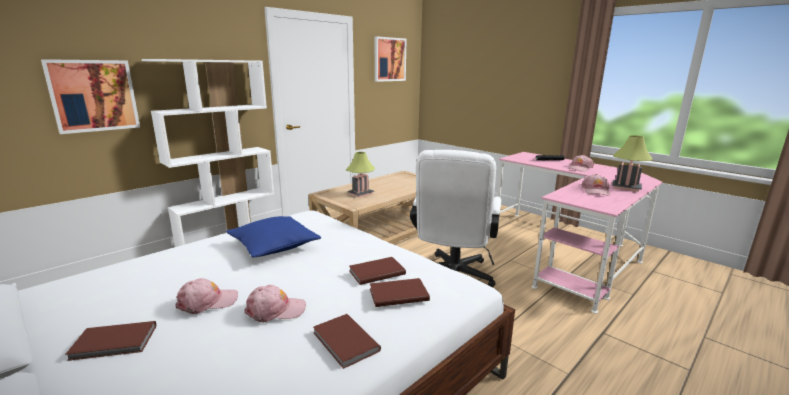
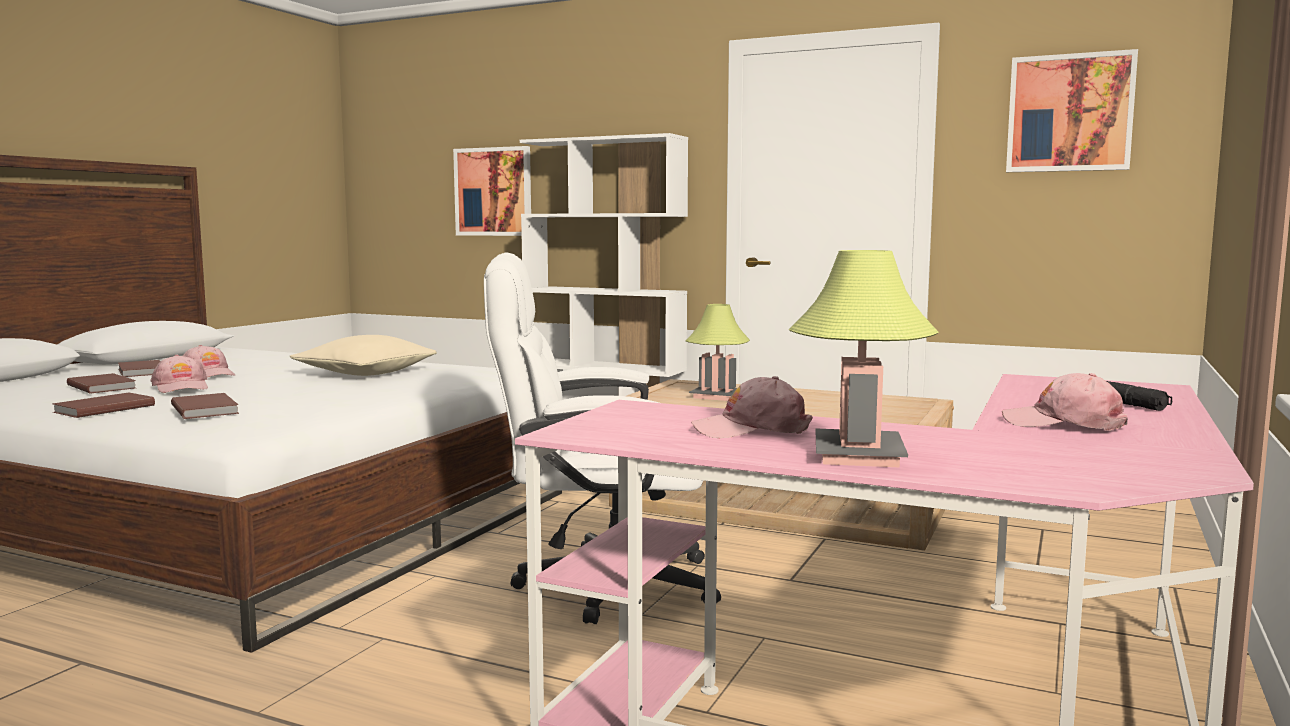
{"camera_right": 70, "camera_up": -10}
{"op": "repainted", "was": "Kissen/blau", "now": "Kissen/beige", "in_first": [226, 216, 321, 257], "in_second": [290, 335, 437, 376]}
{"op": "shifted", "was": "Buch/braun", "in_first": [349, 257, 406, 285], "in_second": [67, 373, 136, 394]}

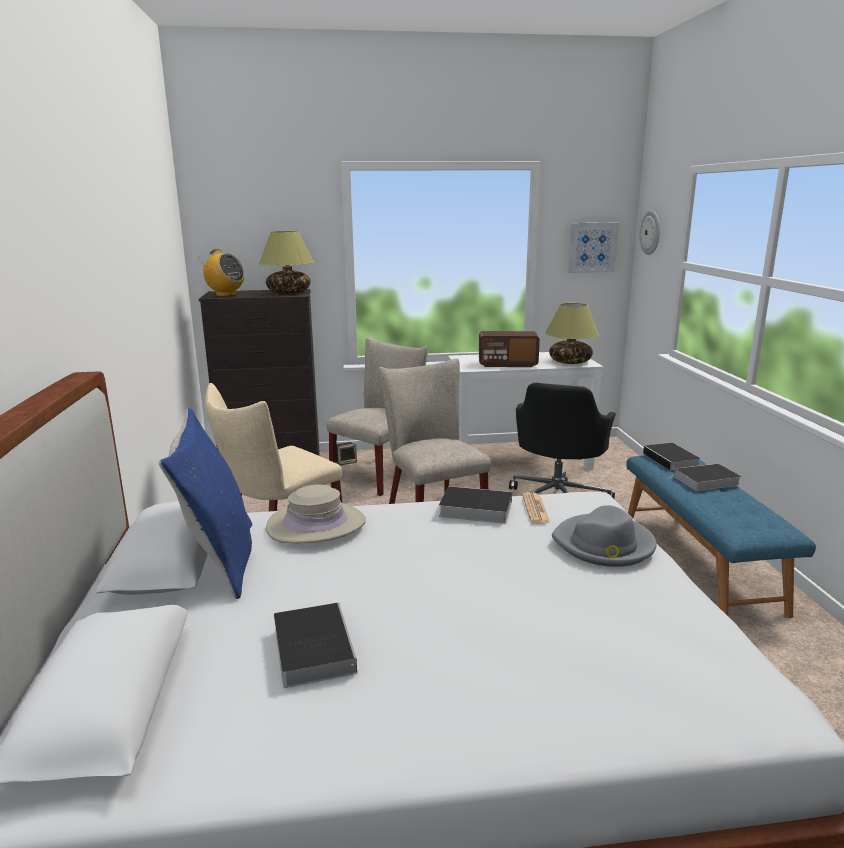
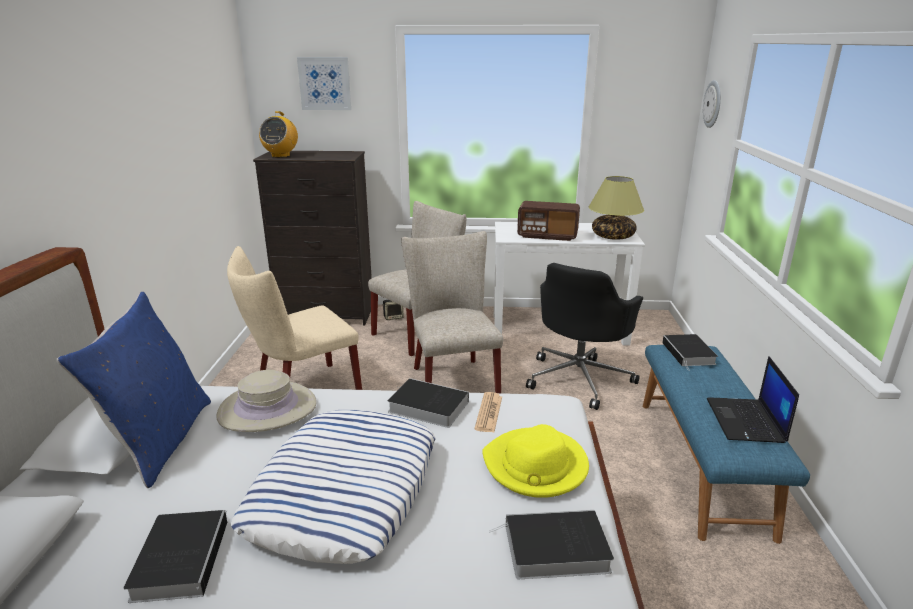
{"camera_right": 10, "camera_up": 5}
{"op": "rotated", "was": "Radio", "in_first": [201, 248, 245, 296], "in_second": [259, 111, 298, 158], "clockwise": 60}
{"op": "gone", "was": "Tischlampe", "in_first": [259, 231, 314, 294]}
{"op": "repainted", "was": "Hut/grau", "now": "Hut/gelb", "in_first": [552, 505, 657, 567], "in_second": [482, 424, 589, 498]}
{"op": "shifted", "was": "Bild", "in_first": [568, 223, 619, 273], "in_second": [297, 57, 351, 110]}
{"op": "shifted", "was": "Buch", "in_first": [668, 464, 741, 491], "in_second": [489, 510, 614, 579]}
{"op": "new", "now": "Kissen", "in_second": [231, 410, 436, 564]}
{"op": "new", "now": "Laptop", "in_second": [707, 356, 799, 443]}

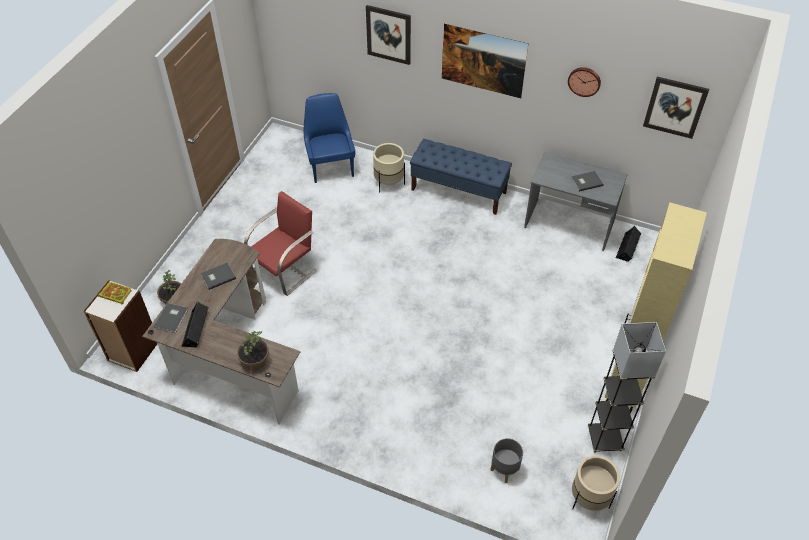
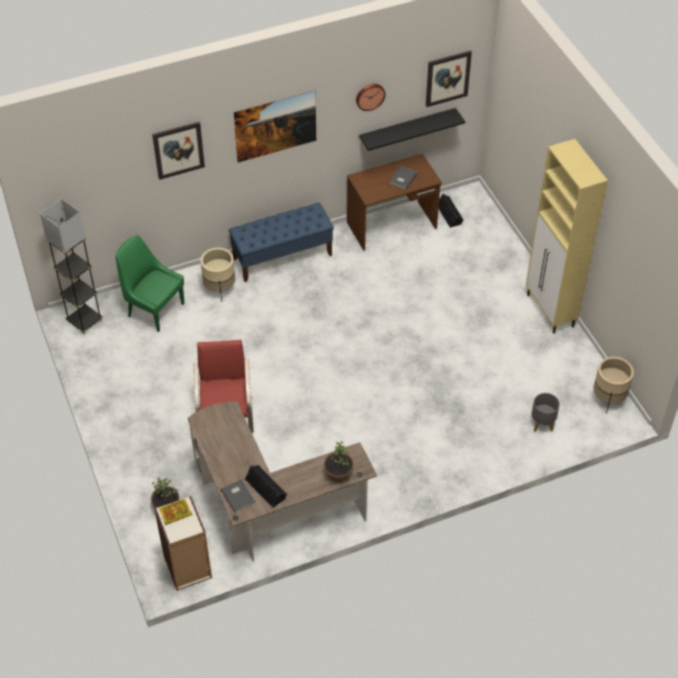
{"camera_right": -45, "camera_up": 0}
{"op": "gone", "was": "Buch/grau", "in_first": [201, 263, 236, 290]}
{"op": "repainted", "was": "Stuhl/blau", "now": "Stuhl/grün", "in_first": [304, 93, 355, 183], "in_second": [115, 235, 184, 332]}
{"op": "repainted", "was": "Schreibtisch/grau", "now": "Schreibtisch/braun", "in_first": [524, 152, 628, 251], "in_second": [347, 153, 442, 251]}
{"op": "shifted", "was": "Stehlampe/grau", "in_first": [588, 322, 666, 453], "in_second": [40, 199, 103, 334]}
{"op": "new", "now": "Wandregal/schwarz", "in_second": [359, 108, 465, 151]}

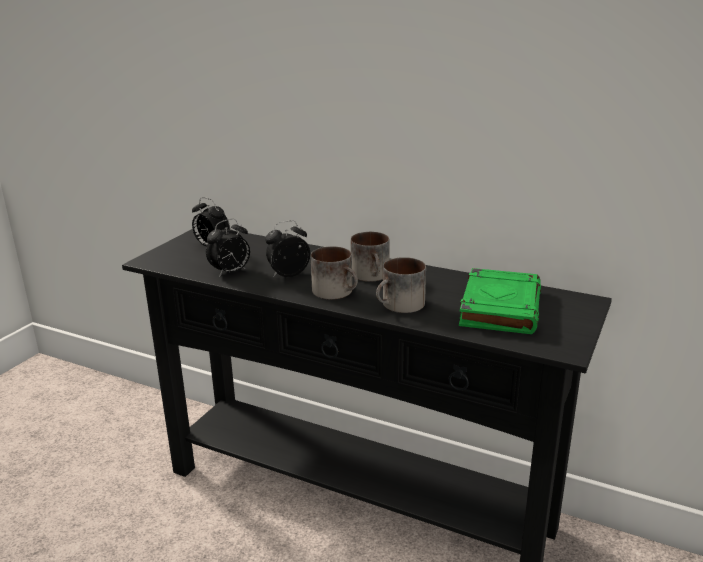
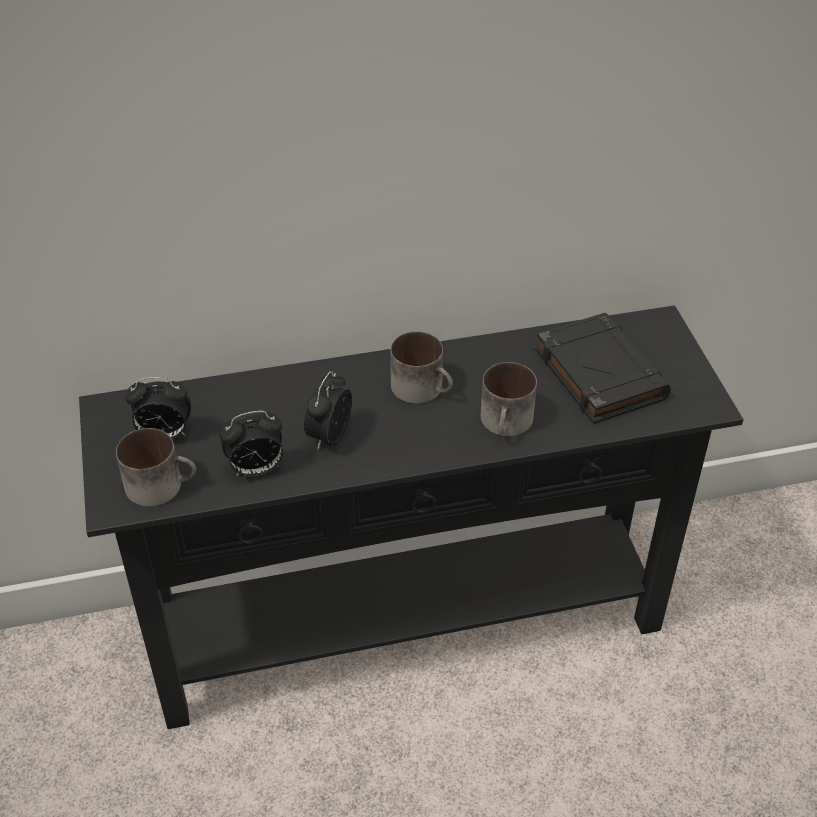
{"camera_right": -40, "camera_up": 20}
{"op": "rotated", "was": "Wecker", "in_first": [206, 219, 250, 277], "in_second": [219, 411, 283, 476], "clockwise": 60}
{"op": "shifted", "was": "Henkelbecher", "in_first": [311, 246, 358, 299], "in_second": [116, 428, 196, 507]}
{"op": "repainted", "was": "Buch/grün", "now": "Buch/schwarz", "in_first": [459, 268, 541, 334], "in_second": [535, 313, 671, 424]}

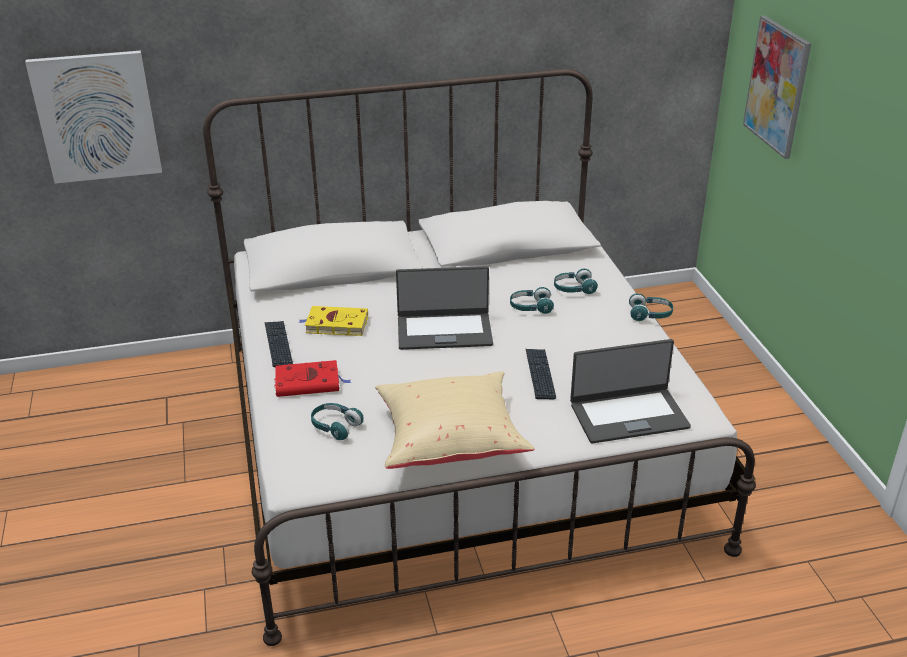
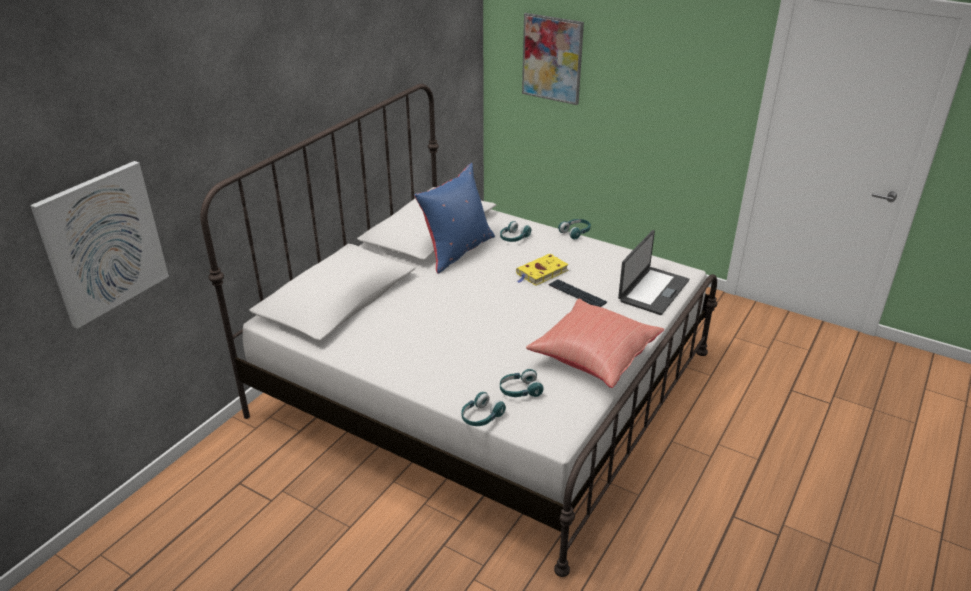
{"camera_right": -45, "camera_up": 0}
{"op": "gone", "was": "Tastatur", "in_first": [264, 321, 293, 367]}
{"op": "gone", "was": "Buch/rot", "in_first": [274, 360, 351, 397]}
{"op": "shifted", "was": "Buch/gelb", "in_first": [298, 306, 368, 336], "in_second": [516, 254, 569, 286]}
{"op": "repainted", "was": "Kissen/beige", "now": "Kissen/rot", "in_first": [375, 371, 534, 469], "in_second": [526, 298, 664, 388]}
{"op": "gone", "was": "Laptop", "in_first": [396, 266, 493, 350]}
{"op": "shifted", "was": "Kopfhörer/türkis", "in_first": [510, 287, 554, 314], "in_second": [461, 392, 506, 426]}
{"op": "new", "now": "Kissen/blau", "in_second": [414, 163, 495, 274]}

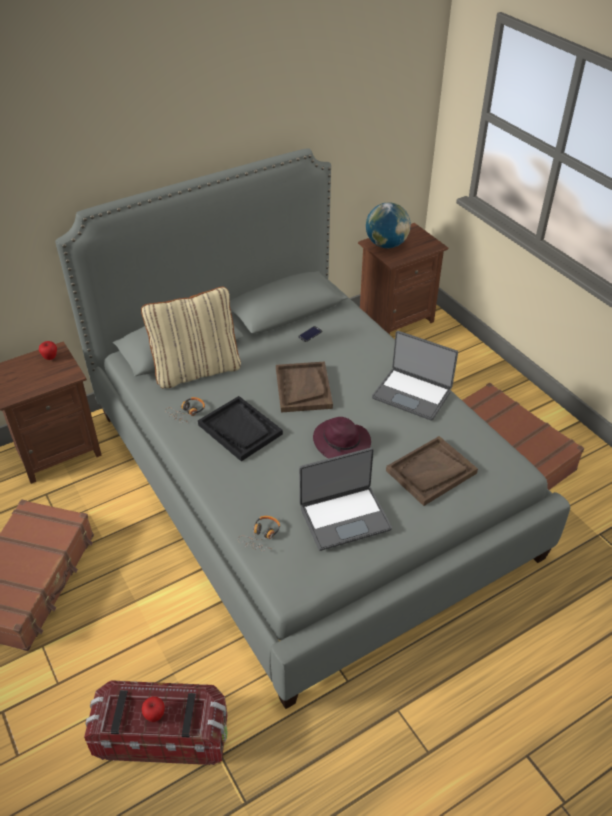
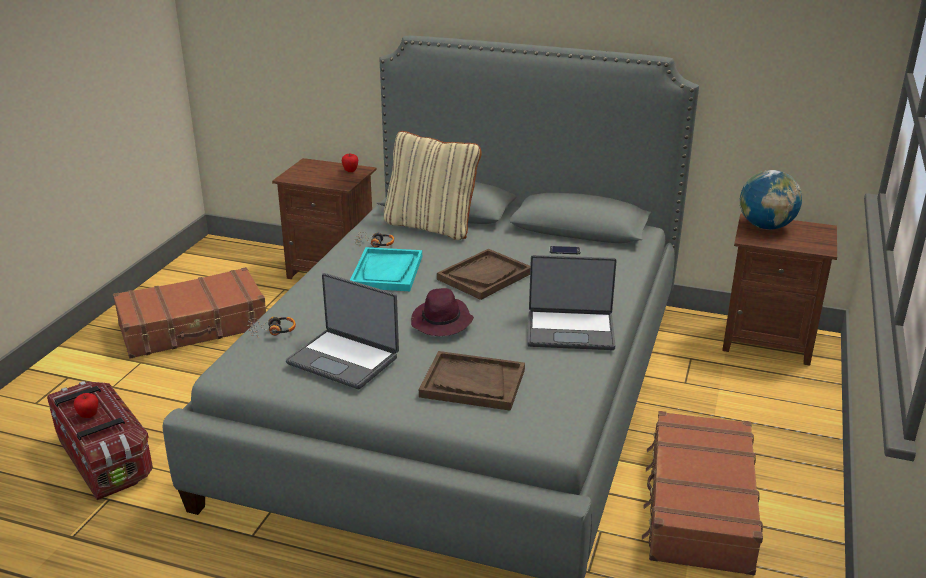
{"camera_right": 50, "camera_up": -15}
{"op": "repainted", "was": "Tablett/schwarz", "now": "Tablett/türkis", "in_first": [198, 396, 283, 461], "in_second": [350, 247, 422, 291]}
{"op": "rotated", "was": "Laptop", "in_first": [372, 331, 458, 421], "in_second": [527, 255, 617, 350], "clockwise": -75}

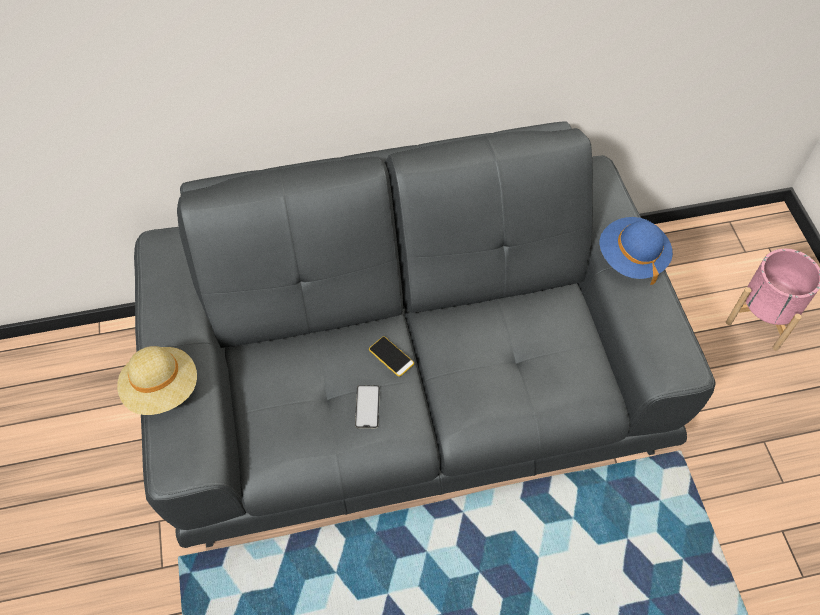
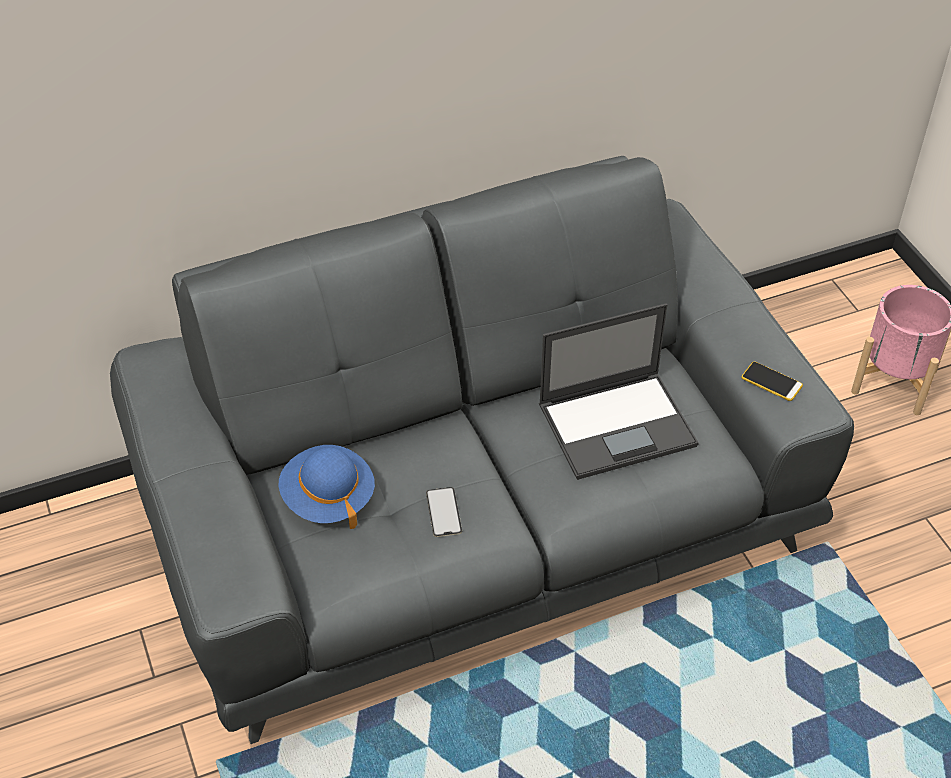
{"camera_right": -10, "camera_up": -10}
{"op": "gone", "was": "Hut/beige", "in_first": [117, 346, 197, 415]}
{"op": "shifted", "was": "Handy", "in_first": [369, 336, 414, 377], "in_second": [741, 362, 803, 401]}
{"op": "shifted", "was": "Hut/blau", "in_first": [600, 217, 673, 285], "in_second": [279, 445, 375, 529]}
{"op": "new", "now": "Laptop", "in_second": [539, 303, 699, 480]}

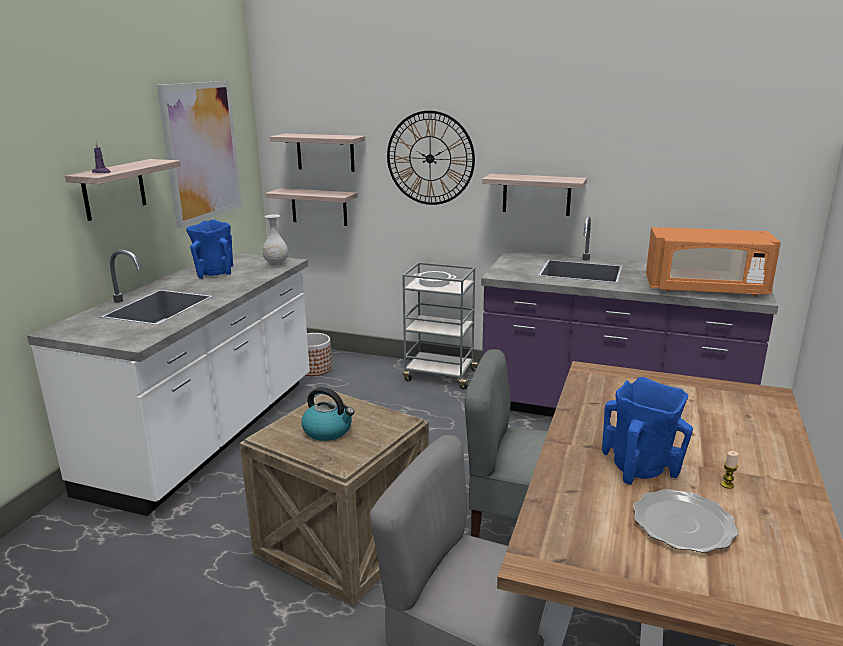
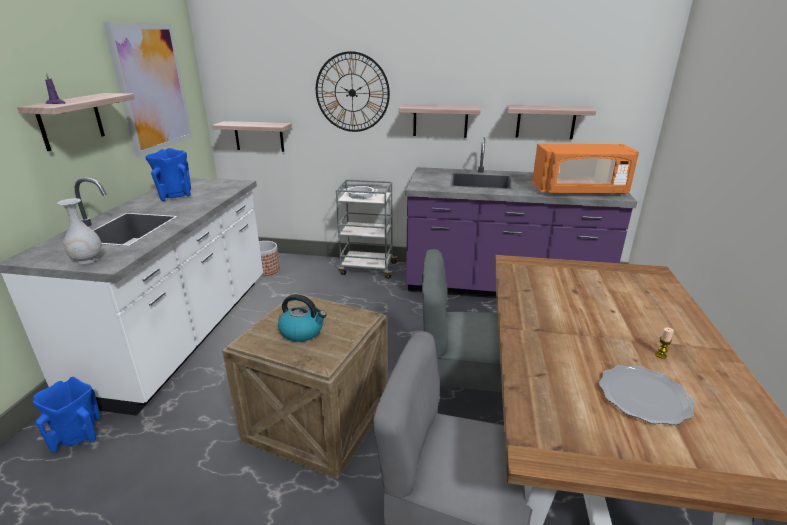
{"camera_right": -10, "camera_up": 5}
{"op": "shifted", "was": "Vase/weiß", "in_first": [263, 214, 288, 266], "in_second": [57, 198, 102, 264]}
{"op": "shifted", "was": "Wandregal", "in_first": [270, 133, 365, 172], "in_second": [507, 105, 596, 139]}
{"op": "shifted", "was": "Vase/blau", "in_first": [602, 377, 693, 485], "in_second": [33, 377, 100, 453]}

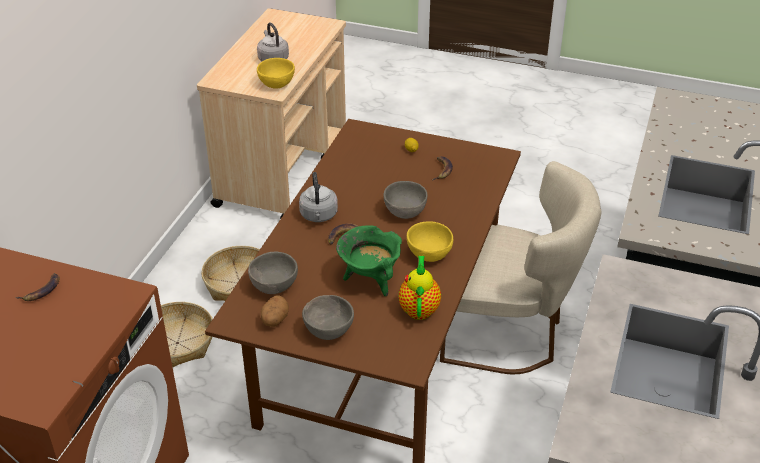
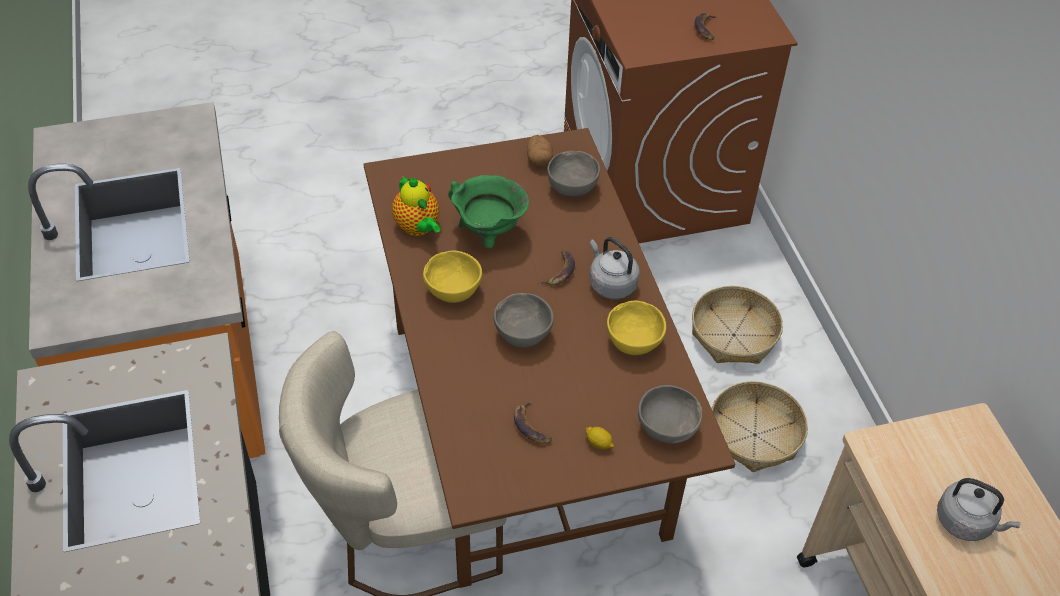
{"camera_right": 145, "camera_up": 10}
{"op": "shifted", "was": "Schüssel/gelb", "in_first": [257, 58, 295, 89], "in_second": [607, 301, 666, 355]}
{"op": "shifted", "was": "Schüssel/grau", "in_first": [302, 295, 354, 340], "in_second": [638, 385, 702, 443]}

